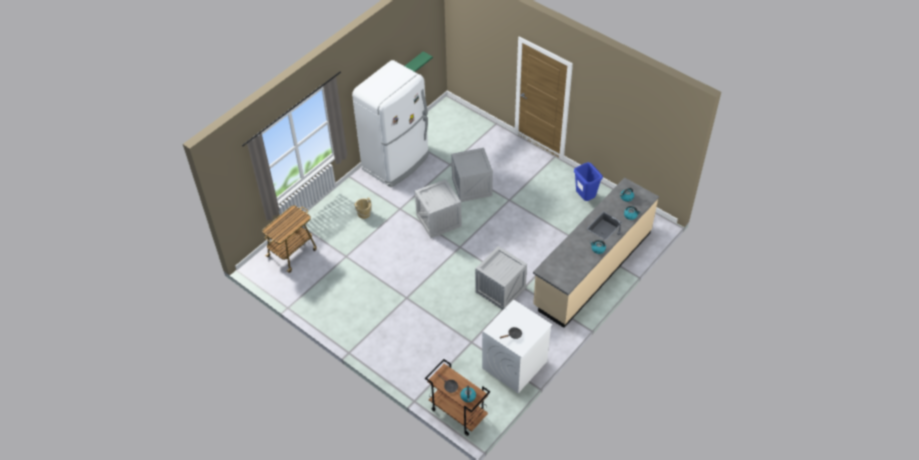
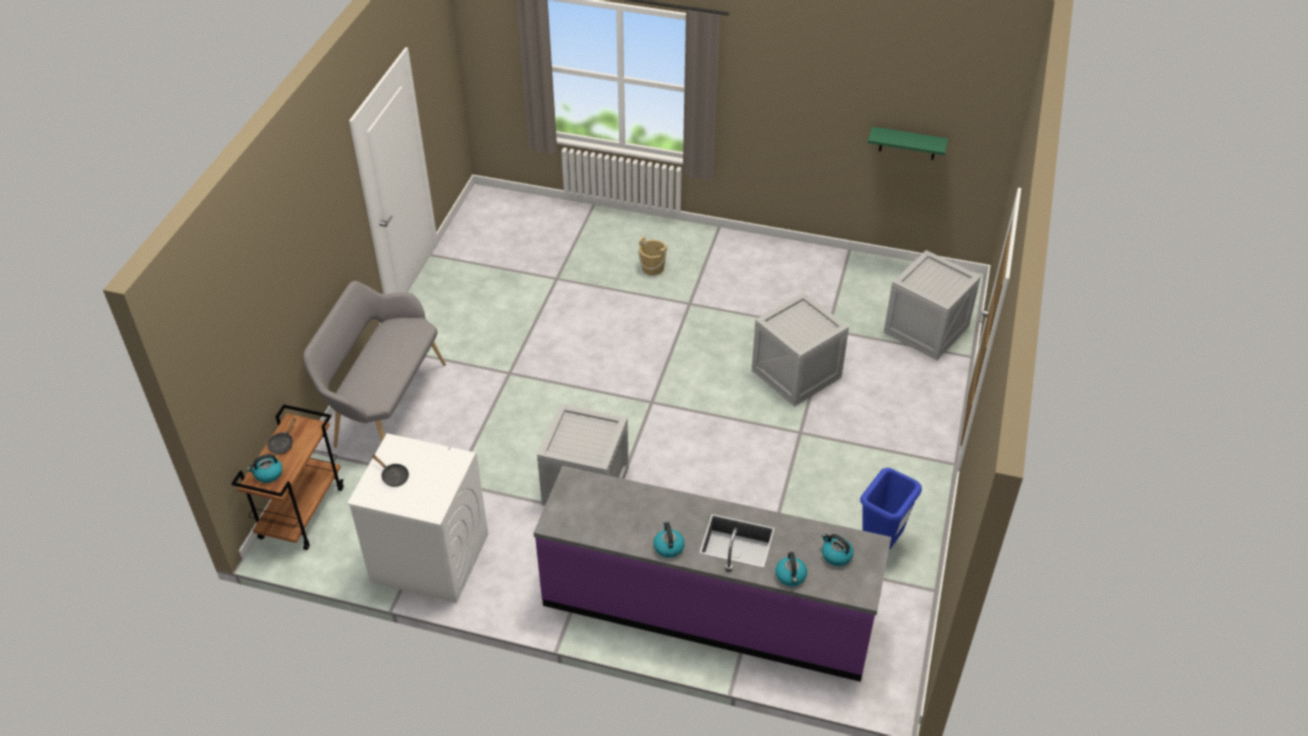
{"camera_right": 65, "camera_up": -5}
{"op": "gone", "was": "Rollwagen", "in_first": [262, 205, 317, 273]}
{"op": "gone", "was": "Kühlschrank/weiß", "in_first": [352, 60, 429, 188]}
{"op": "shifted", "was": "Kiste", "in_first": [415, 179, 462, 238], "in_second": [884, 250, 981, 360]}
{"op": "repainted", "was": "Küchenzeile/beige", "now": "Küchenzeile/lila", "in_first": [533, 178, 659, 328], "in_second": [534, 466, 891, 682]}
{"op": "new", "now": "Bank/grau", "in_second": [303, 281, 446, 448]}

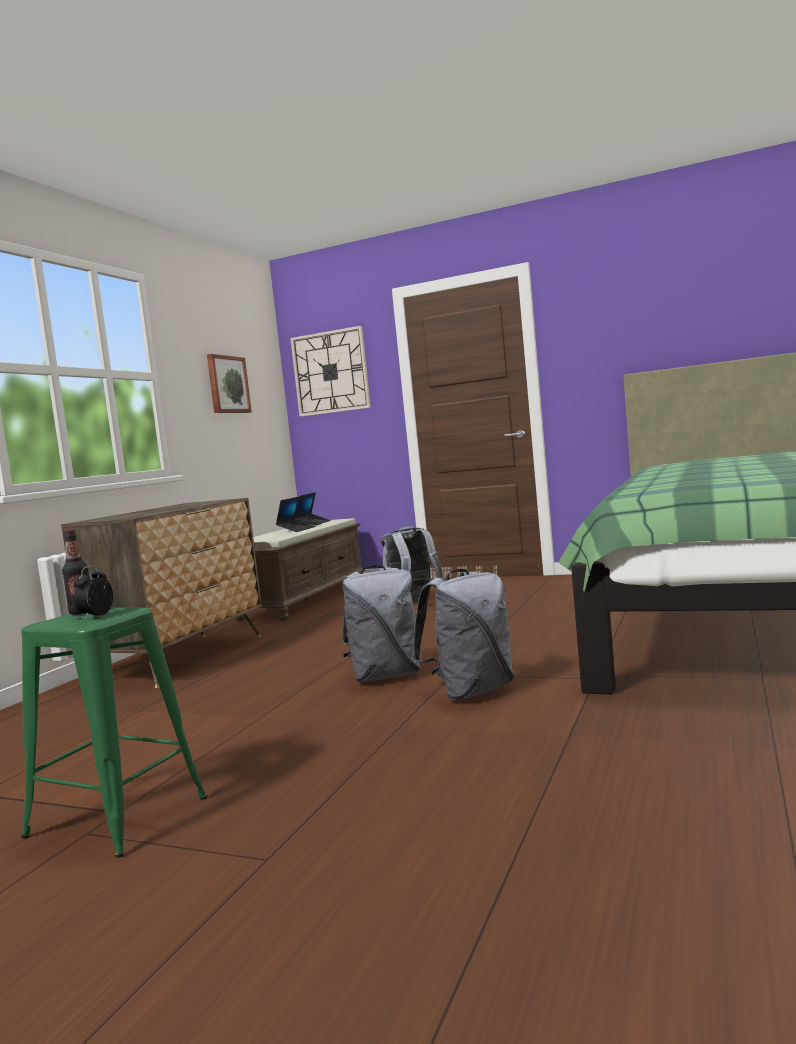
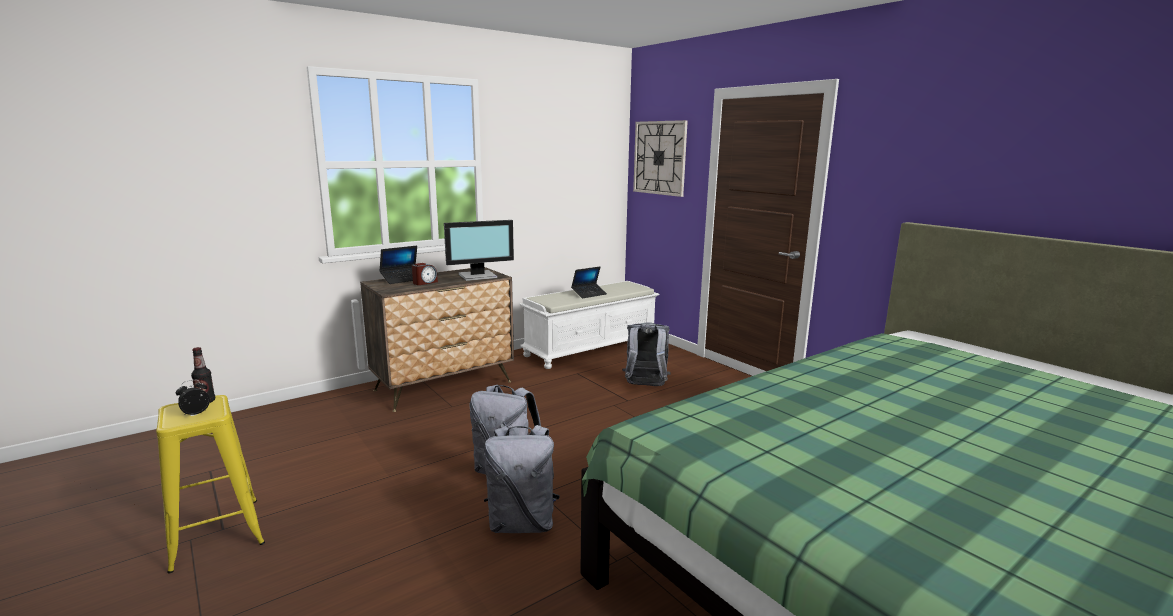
{"camera_right": 30, "camera_up": 10}
{"op": "repainted", "was": "Hocker/grün", "now": "Hocker/gelb", "in_first": [21, 608, 207, 858], "in_second": [156, 395, 265, 573]}
{"op": "gone", "was": "Bild", "in_first": [207, 354, 252, 413]}
{"op": "repainted", "was": "Bank/braun", "now": "Bank/weiß", "in_first": [236, 518, 366, 621], "in_second": [519, 281, 659, 369]}
{"op": "shifted", "was": "Laptop", "in_first": [296, 492, 331, 525], "in_second": [379, 246, 417, 284]}
{"op": "new", "now": "Wecker", "in_second": [412, 263, 438, 285]}
{"op": "new", "now": "Monitor", "in_second": [444, 220, 514, 281]}

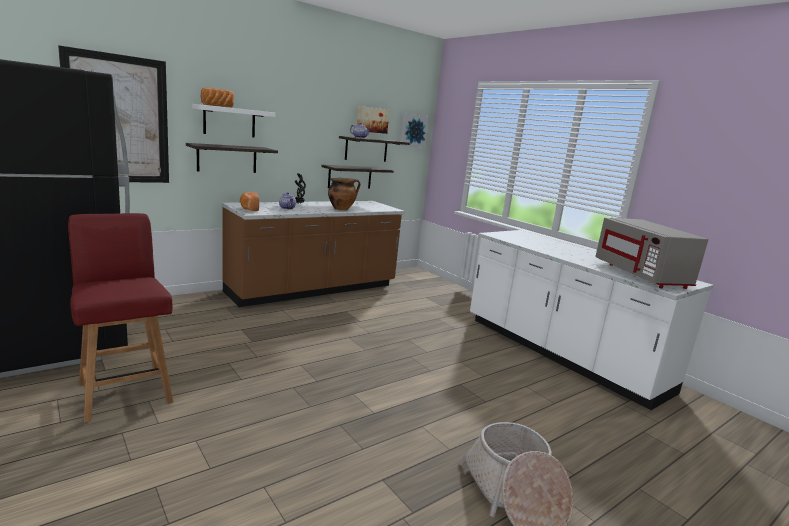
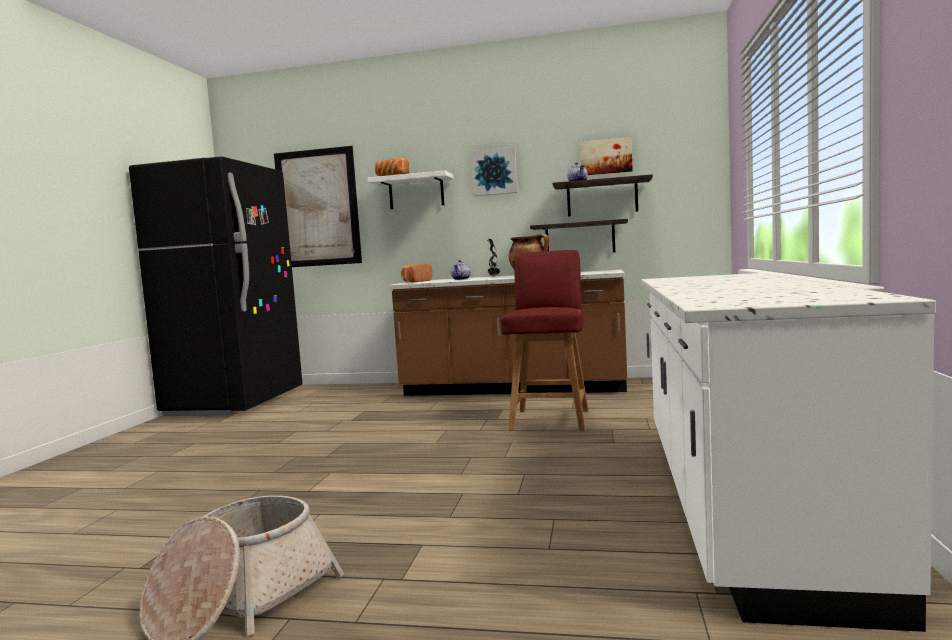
{"camera_right": 50, "camera_up": -10}
{"op": "shifted", "was": "Stuhl/rot", "in_first": [68, 213, 173, 423], "in_second": [501, 250, 589, 430]}
{"op": "gone", "was": "Wandregal", "in_first": [186, 143, 278, 173]}
{"op": "shifted", "was": "Bild", "in_first": [400, 113, 429, 148], "in_second": [471, 147, 518, 196]}
{"op": "gone", "was": "Mikrowelle/grau", "in_first": [595, 218, 708, 289]}

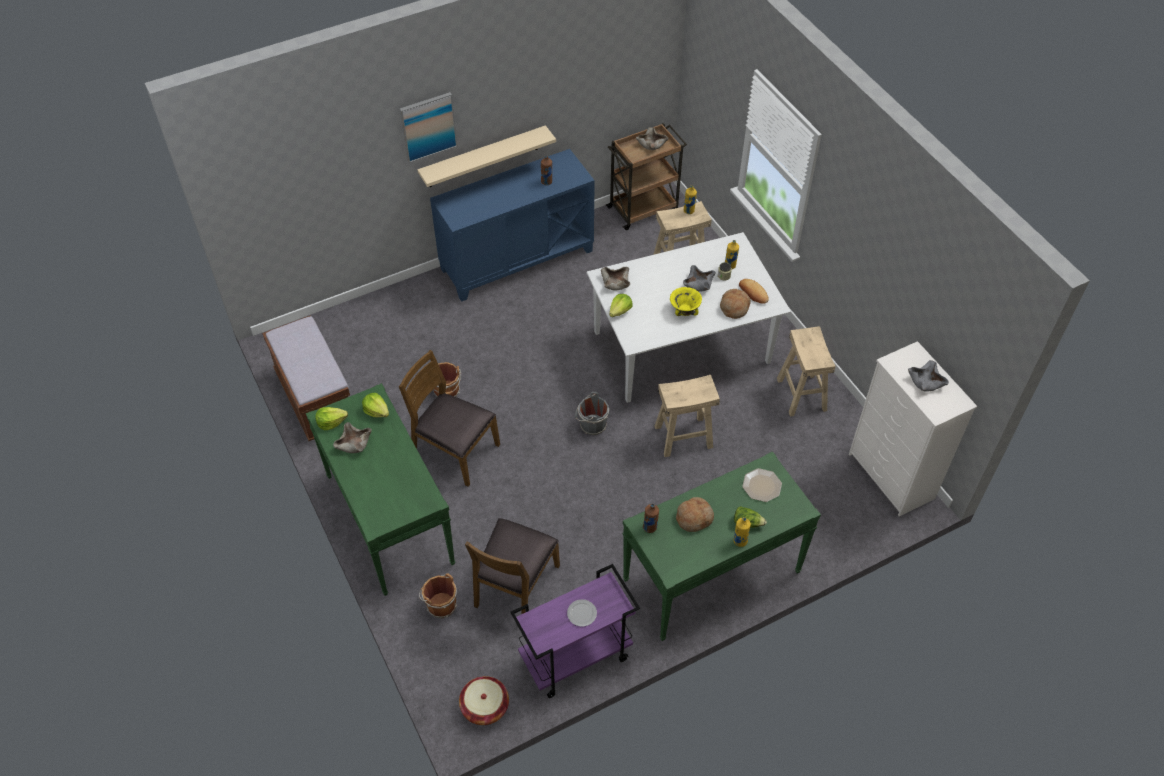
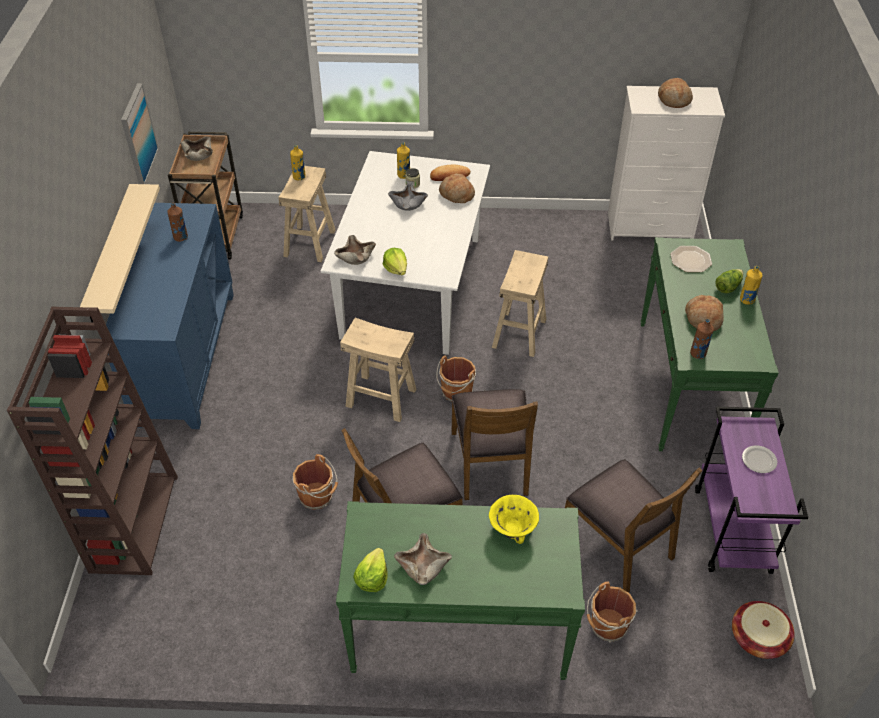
{"camera_right": -60, "camera_up": -5}
{"op": "gone", "was": "Bank/braun", "in_first": [262, 315, 350, 441]}
{"op": "gone", "was": "Salatkopf", "in_first": [362, 393, 389, 417]}
{"op": "shifted", "was": "Bild", "in_first": [400, 92, 458, 163], "in_second": [121, 83, 159, 184]}
{"op": "repainted", "was": "Eimer/grau", "now": "Eimer/braun", "in_first": [575, 392, 609, 435], "in_second": [436, 356, 476, 402]}
{"op": "shifted", "was": "Schüssel/gelb", "in_first": [670, 287, 702, 316], "in_second": [489, 495, 539, 544]}
{"op": "shifted", "was": "Hocker/beige", "in_first": [777, 326, 835, 416], "in_second": [340, 318, 416, 422]}
{"op": "swapped", "was": "Schüssel/grau", "now": "Brot", "in_first": [908, 360, 949, 392], "in_second": [658, 78, 693, 108]}
{"op": "new", "now": "Bücherregal/braun", "in_second": [7, 307, 178, 575]}
{"op": "new", "now": "Stuhl/braun", "in_second": [452, 389, 538, 500]}

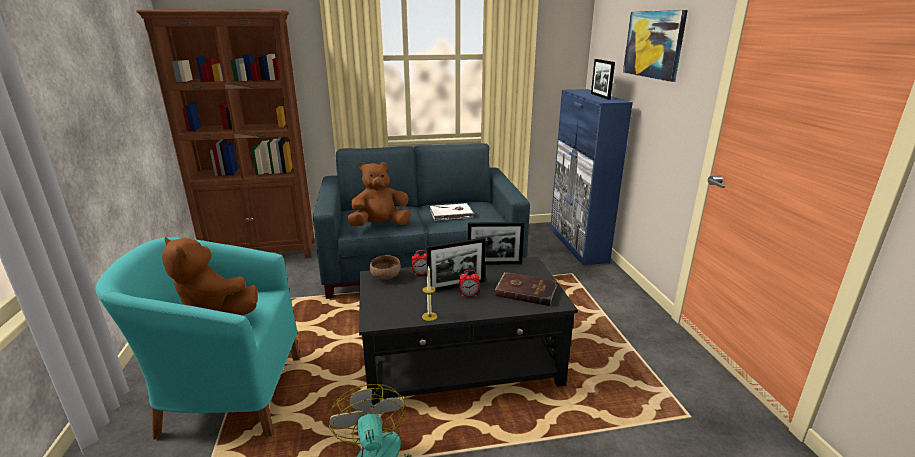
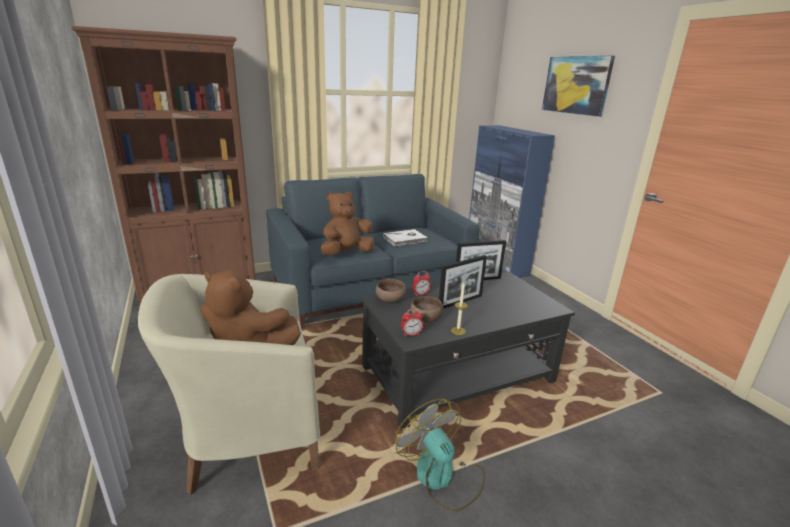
{"camera_right": -15, "camera_up": 0}
{"op": "repainted", "was": "Sessel/türkis", "now": "Sessel/beige", "in_first": [96, 237, 300, 440], "in_second": [138, 274, 320, 495]}
{"op": "shifted", "was": "Wecker", "in_first": [459, 270, 480, 297], "in_second": [401, 308, 424, 337]}
{"op": "gone", "was": "Buch/braun", "in_first": [495, 272, 557, 306]}
{"op": "gone", "was": "Bilderrahmen", "in_first": [591, 59, 615, 100]}
{"op": "new", "now": "Schüssel/braun", "in_second": [411, 296, 443, 322]}

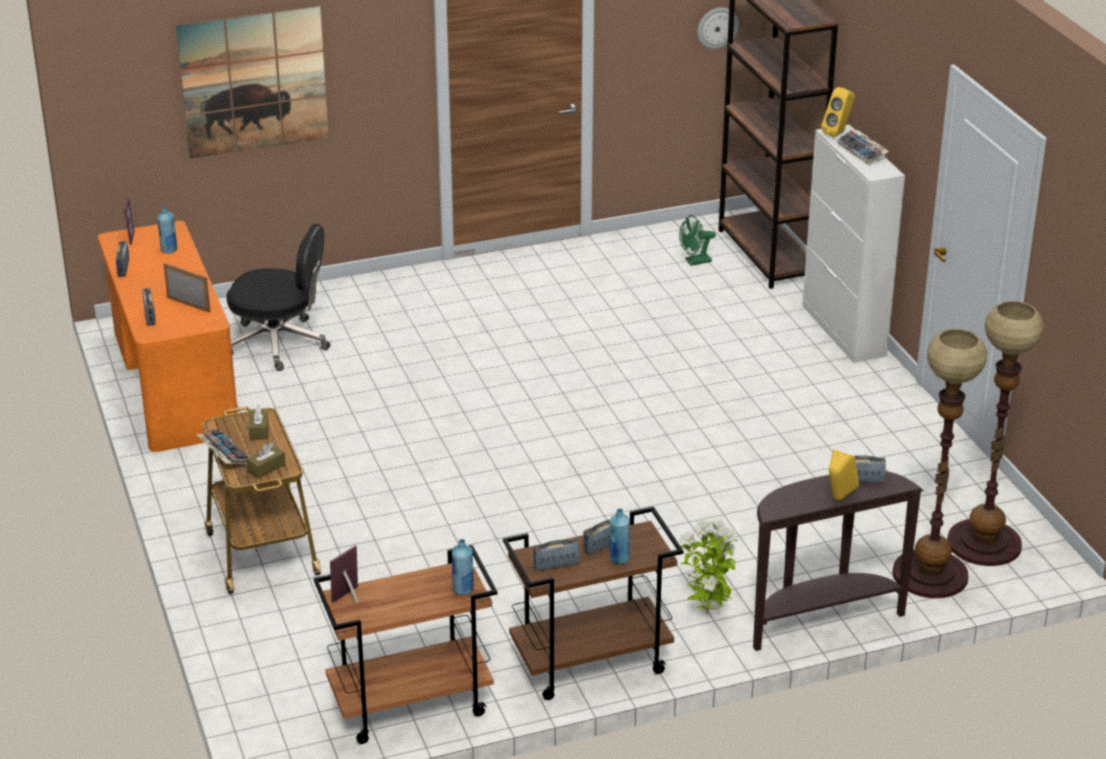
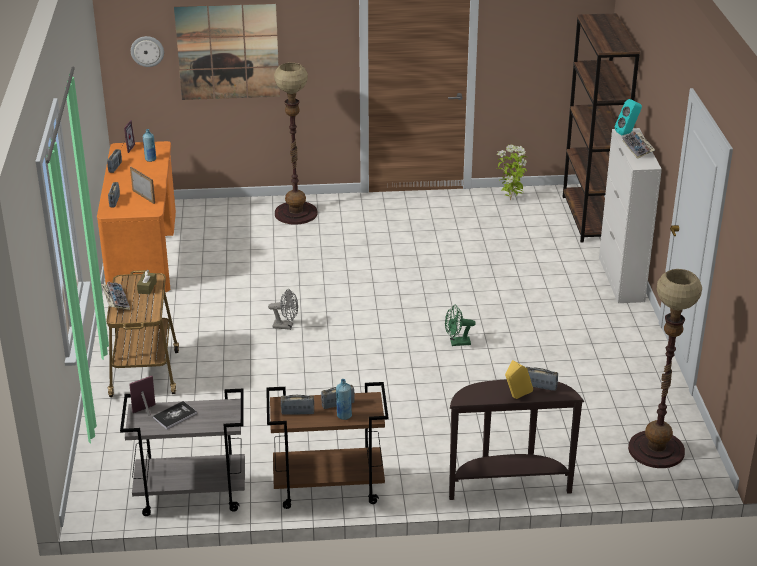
{"camera_right": 15, "camera_up": 0}
{"op": "gone", "was": "Bürostuhl/schwarz", "in_first": [227, 224, 330, 371]}
{"op": "gone", "was": "Taschentuchbox/braun", "in_first": [246, 443, 286, 478]}
{"op": "repainted", "was": "Rollwagen/braun", "now": "Rollwagen/grau", "in_first": [314, 545, 498, 744], "in_second": [120, 389, 245, 516]}
{"op": "gone", "was": "Flasche/blau", "in_first": [452, 539, 474, 595]}
{"op": "shifted", "was": "Ventilator/grün", "in_first": [679, 215, 716, 266], "in_second": [445, 305, 476, 346]}
{"op": "shifted", "was": "Topfpflanze", "in_first": [679, 520, 737, 614], "in_second": [497, 145, 527, 201]}
{"op": "shifted", "was": "Wanduhr", "in_first": [698, 8, 739, 49], "in_second": [131, 36, 164, 67]}
{"op": "repainted", "was": "Lautsprecher/gelb", "now": "Lautsprecher/türkis", "in_first": [821, 87, 855, 137], "in_second": [615, 99, 642, 135]}
{"op": "shifted", "was": "Stehlampe", "in_first": [893, 329, 987, 598], "in_second": [274, 62, 318, 225]}
{"op": "new", "now": "Buch", "in_second": [153, 401, 197, 429]}
{"op": "new", "now": "Ventilator/grau", "in_second": [268, 289, 298, 330]}

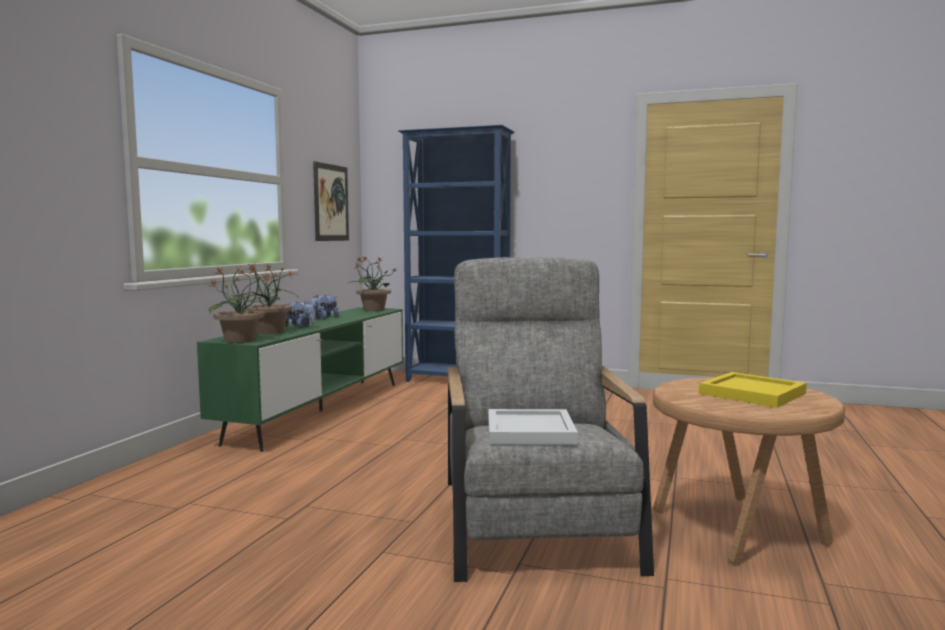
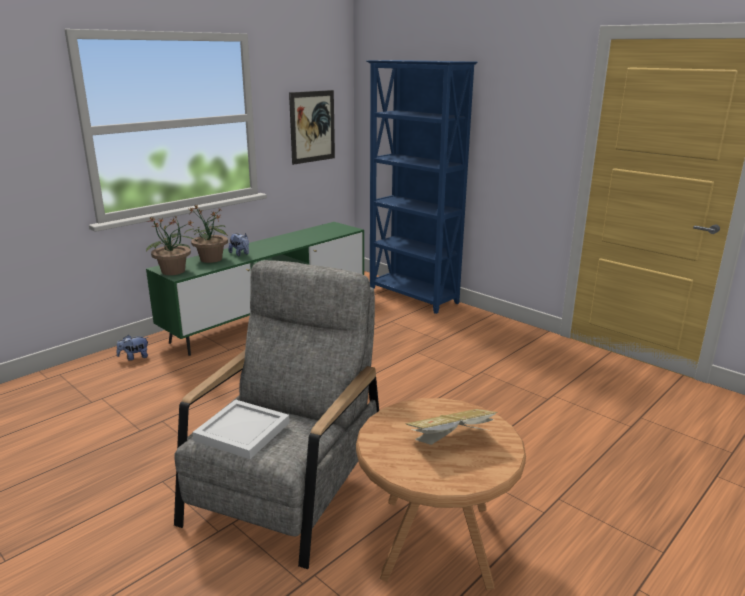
{"camera_right": 25, "camera_up": 15}
{"op": "shifted", "was": "Plüschtier", "in_first": [310, 295, 339, 319], "in_second": [117, 335, 149, 361]}
{"op": "gone", "was": "Topfpflanze", "in_first": [348, 257, 396, 311]}
{"op": "swapped", "was": "Tablett/gelb", "now": "Buch", "in_first": [699, 372, 807, 408], "in_second": [405, 409, 498, 445]}

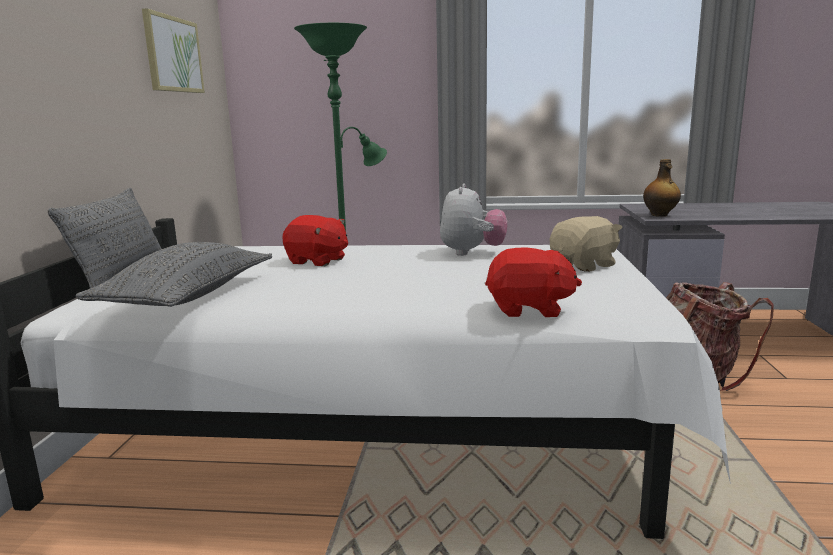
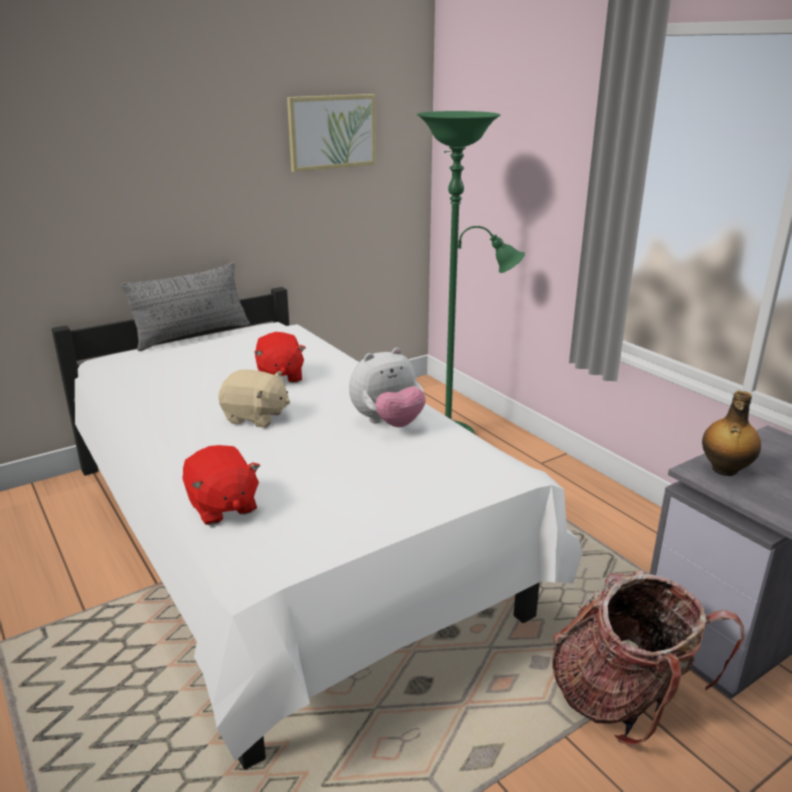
{"camera_right": 50, "camera_up": 10}
{"op": "gone", "was": "Kissen/grau", "in_first": [76, 242, 272, 307]}
{"op": "shifted", "was": "Plüschtier/beige", "in_first": [550, 216, 622, 272], "in_second": [219, 370, 290, 428]}

